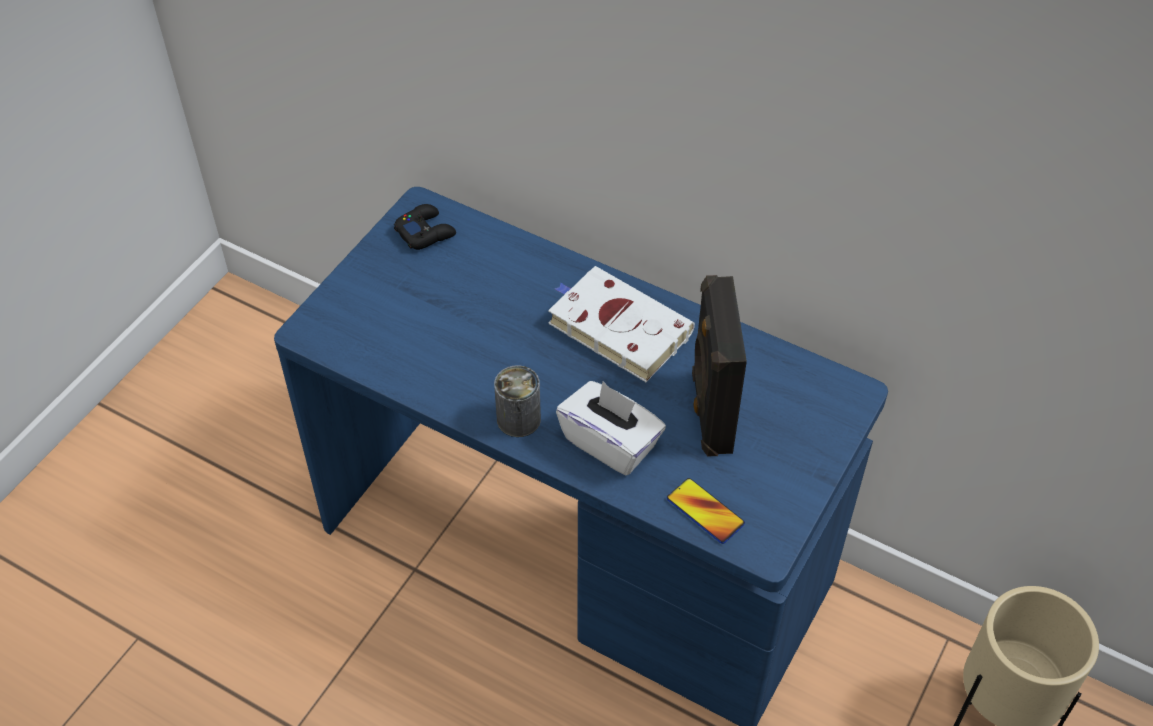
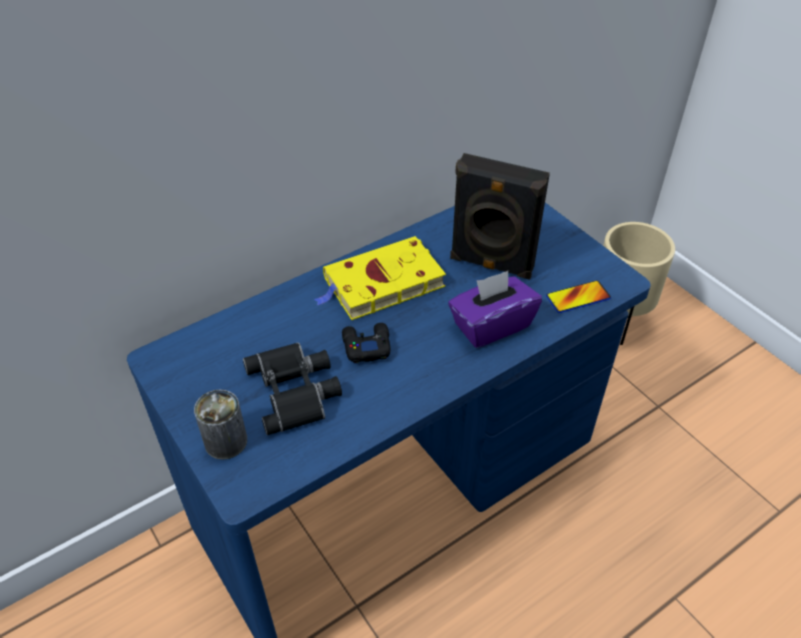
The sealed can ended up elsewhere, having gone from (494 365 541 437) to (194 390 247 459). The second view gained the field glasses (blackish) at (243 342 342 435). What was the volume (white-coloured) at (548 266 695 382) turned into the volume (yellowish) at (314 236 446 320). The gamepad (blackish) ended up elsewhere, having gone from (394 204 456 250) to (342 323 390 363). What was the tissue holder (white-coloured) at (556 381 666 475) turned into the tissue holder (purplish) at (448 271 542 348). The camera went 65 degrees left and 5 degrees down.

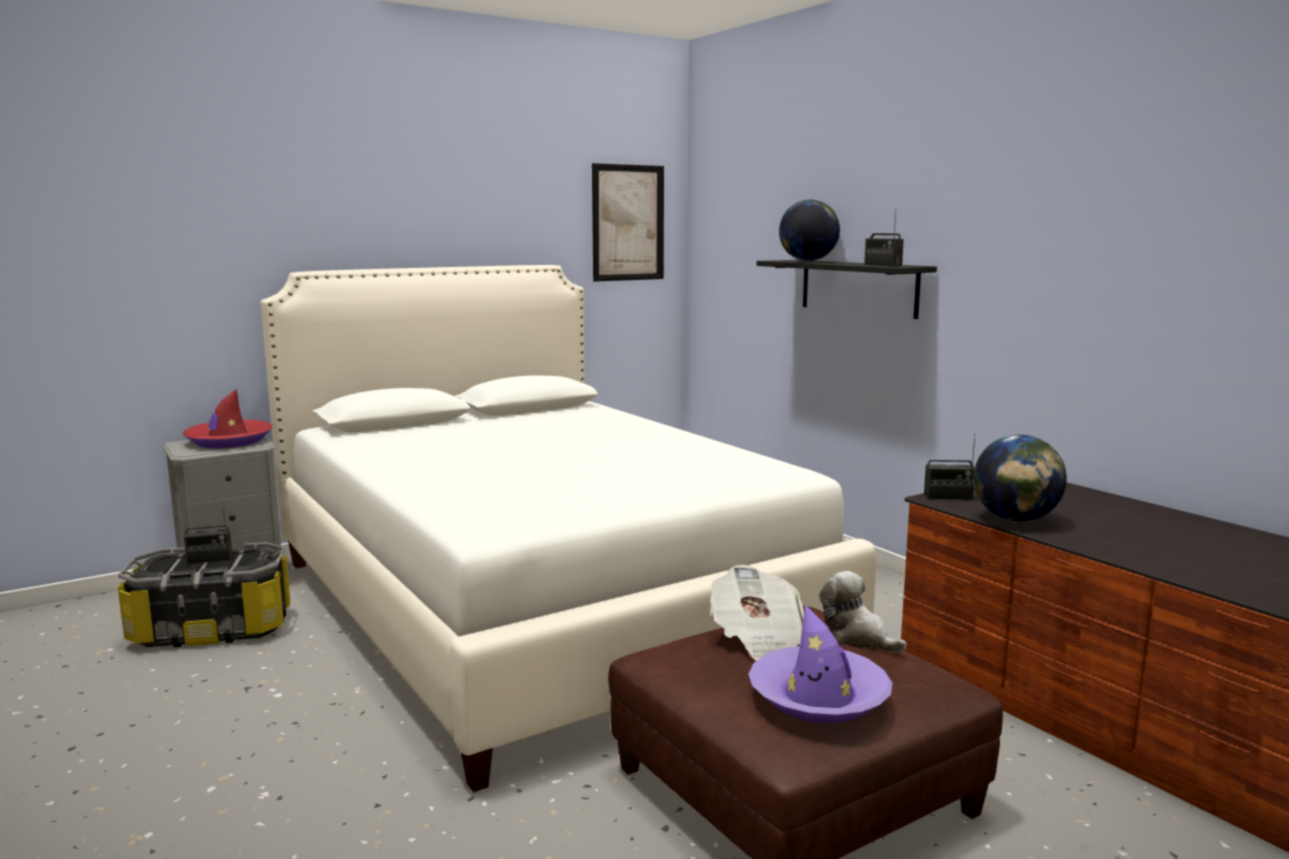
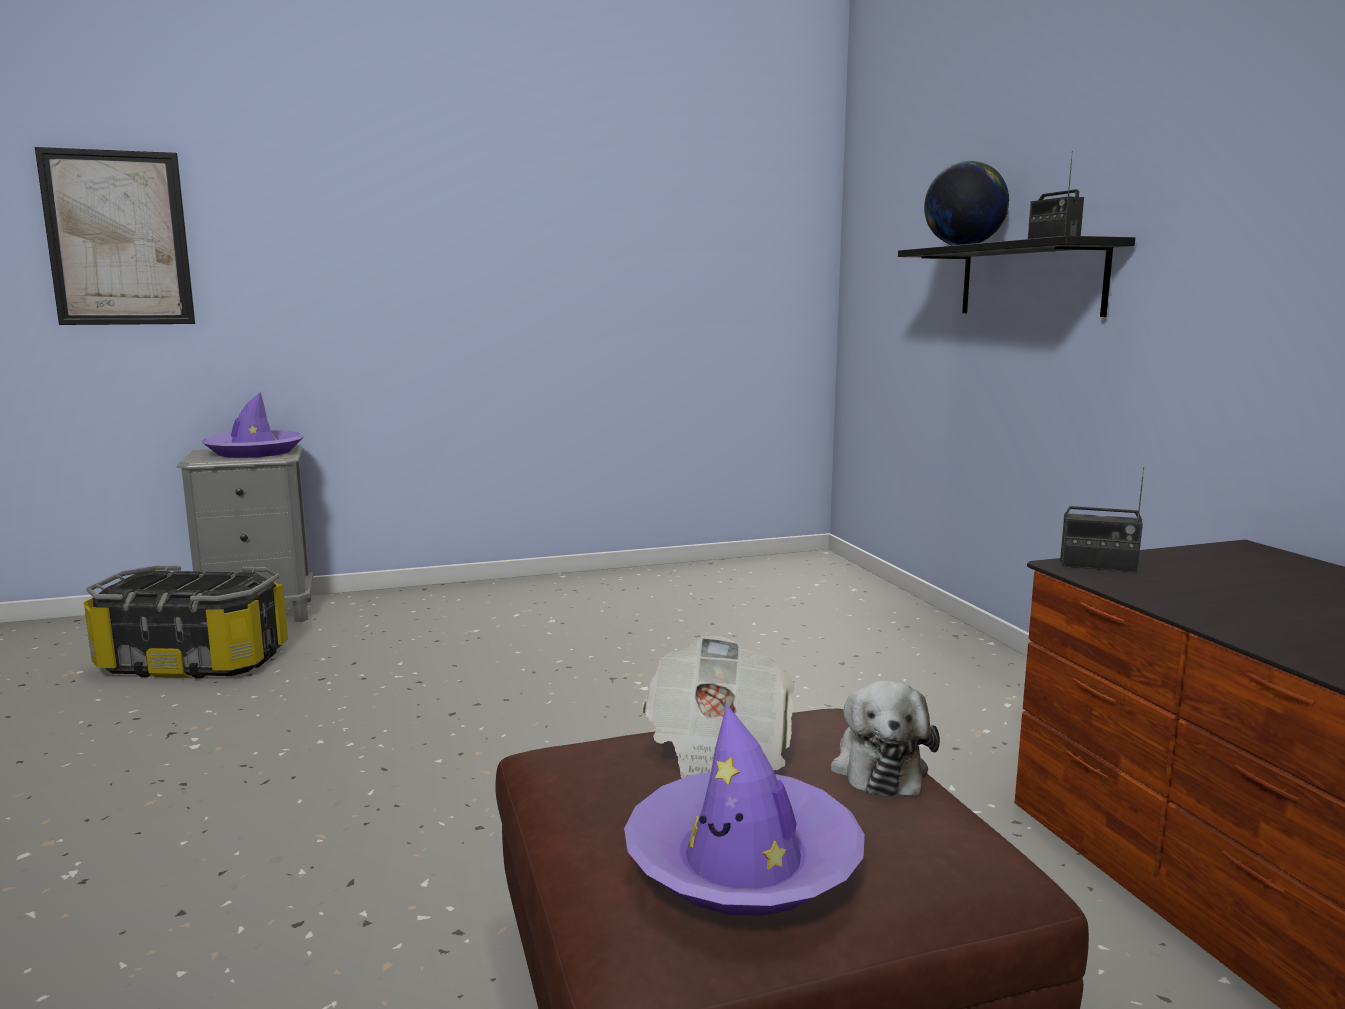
The wall art ended up elsewhere, having gone from (592 163 664 282) to (35 147 195 325). What was the clothing hat (red-coloured) at (183 389 273 448) turned into the clothing hat (purplish) at (202 392 304 458). The plush toy at (819 571 907 653) ended up facing another way, 150 degrees counterclockwise from before. The second view lost the radio at (184 502 232 564). The second view lost the bed (white-coloured) at (261 265 876 792). The second view lost the world globe at (973 435 1067 522). The camera went 15 degrees right and 0 degrees up.

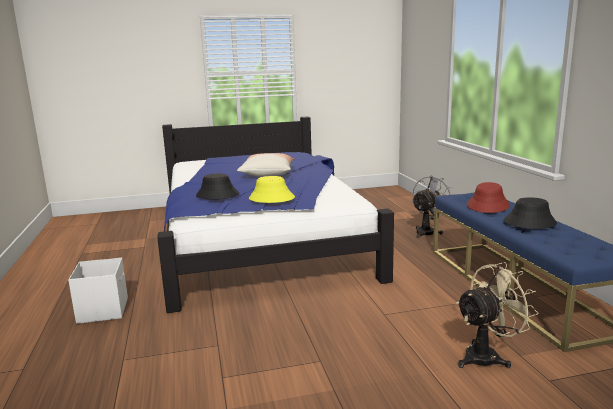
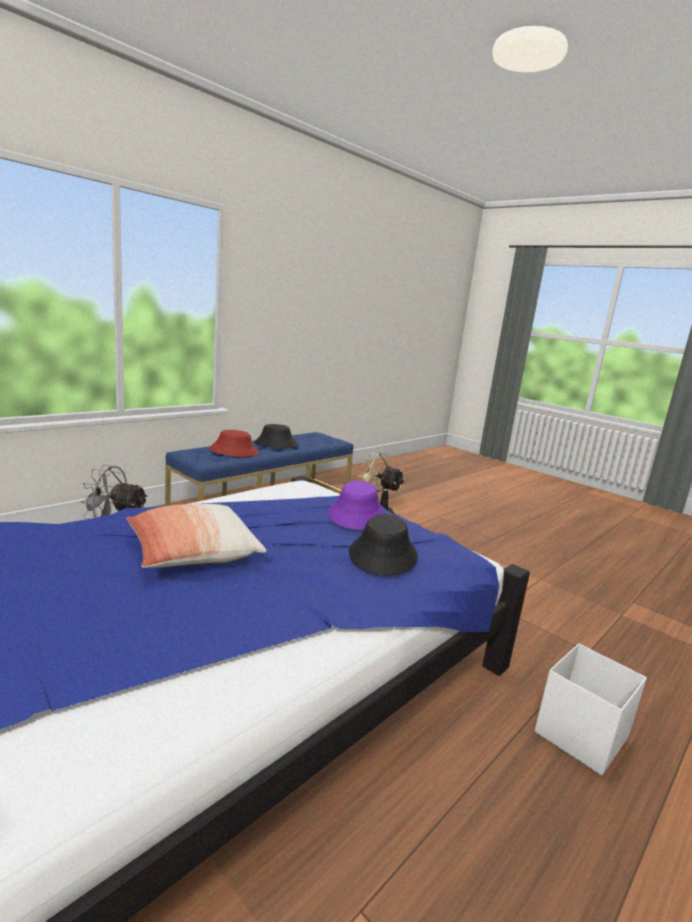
What was the clothing hat (yellowish) at (249 176 295 203) turned into the clothing hat (purplish) at (328 481 386 530). The camera went 125 degrees left and 0 degrees up.

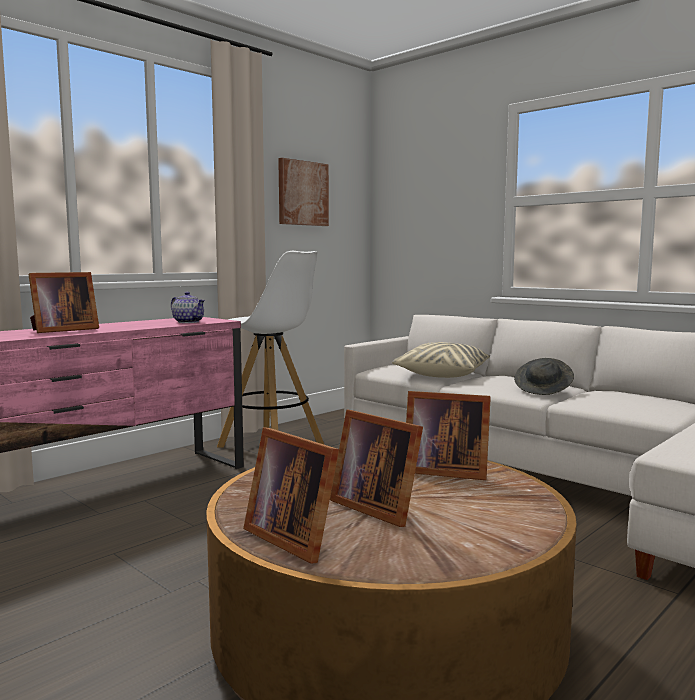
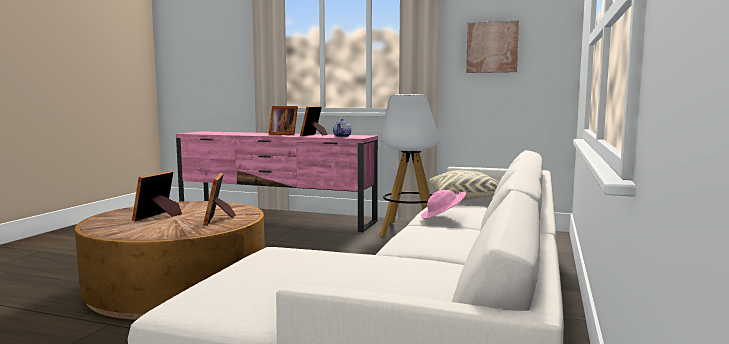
The picture frame ended up elsewhere, having gone from (243 427 339 564) to (300 106 328 136). What was the clothing hat (grey) at (514 358 574 395) turned into the clothing hat (pinkish) at (421 190 466 219). The camera went 65 degrees right and 0 degrees up.

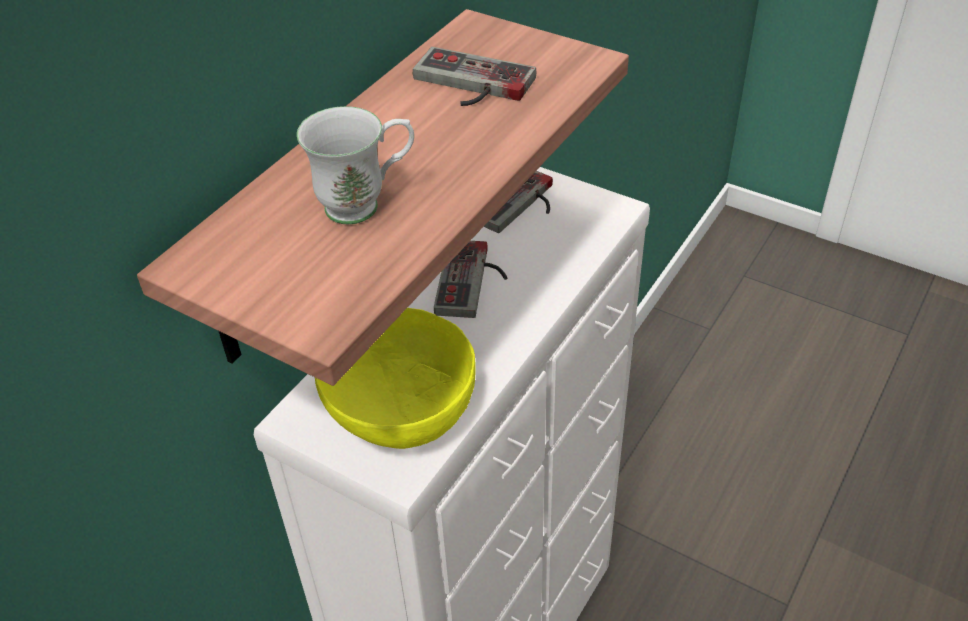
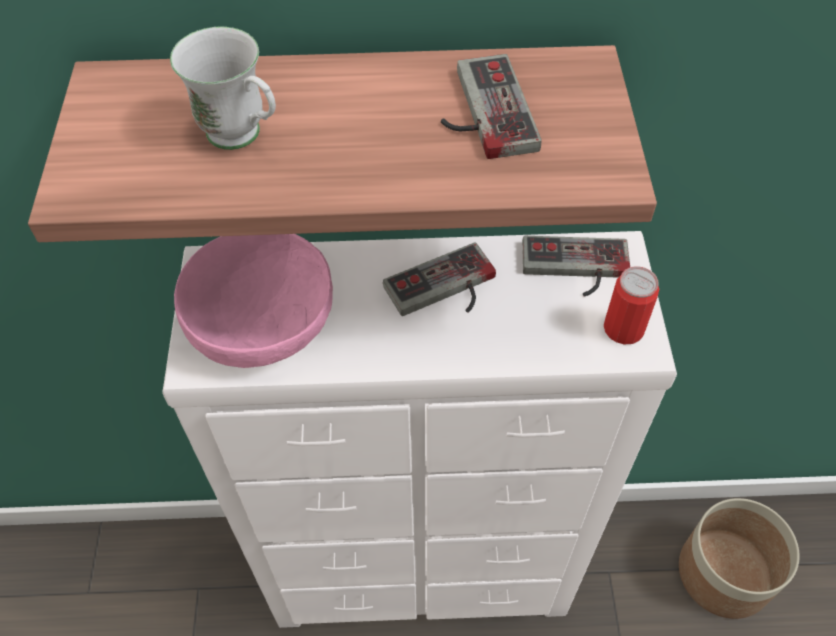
What was the bowl (yellowish) at (315 308 476 449) turned into the bowl (pinkish) at (174 234 333 368). The second view gained the sealed can at (604 266 659 345). The second view gained the flower pot at (679 498 799 619). The camera went 55 degrees right and 10 degrees up.

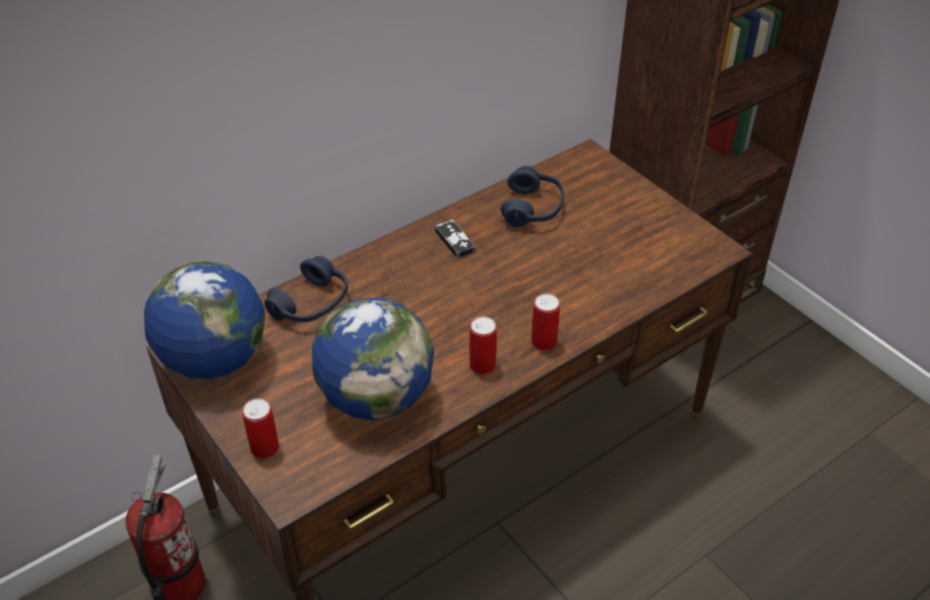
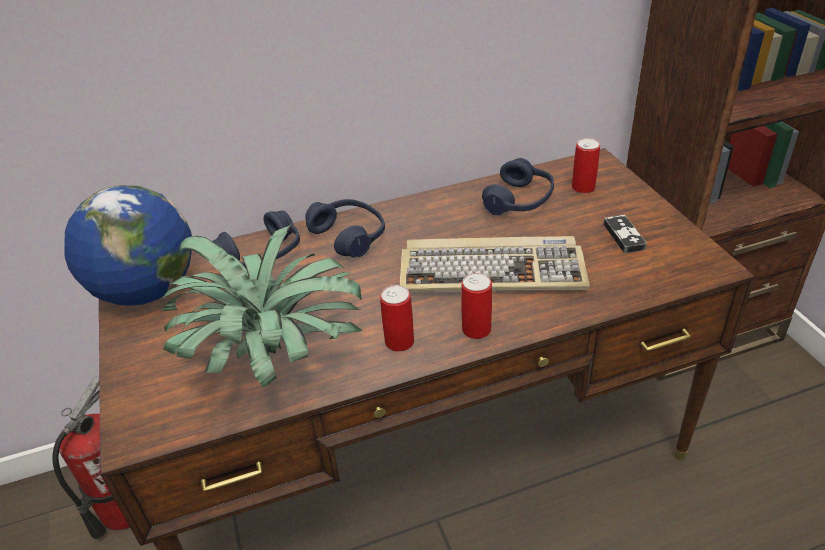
Where the world globe stood at (312 298 434 421), the potted plant came to stand at (162 225 363 387). The second view gained the headphones (blue-coloured) at (305 199 385 258). The second view gained the keyboard at (400 236 590 292). The sealed can ended up elsewhere, having gone from (242 398 279 459) to (572 138 600 193). The gamepad ended up elsewhere, having gone from (435 220 475 258) to (603 215 647 254). The camera went 20 degrees right and 5 degrees down.

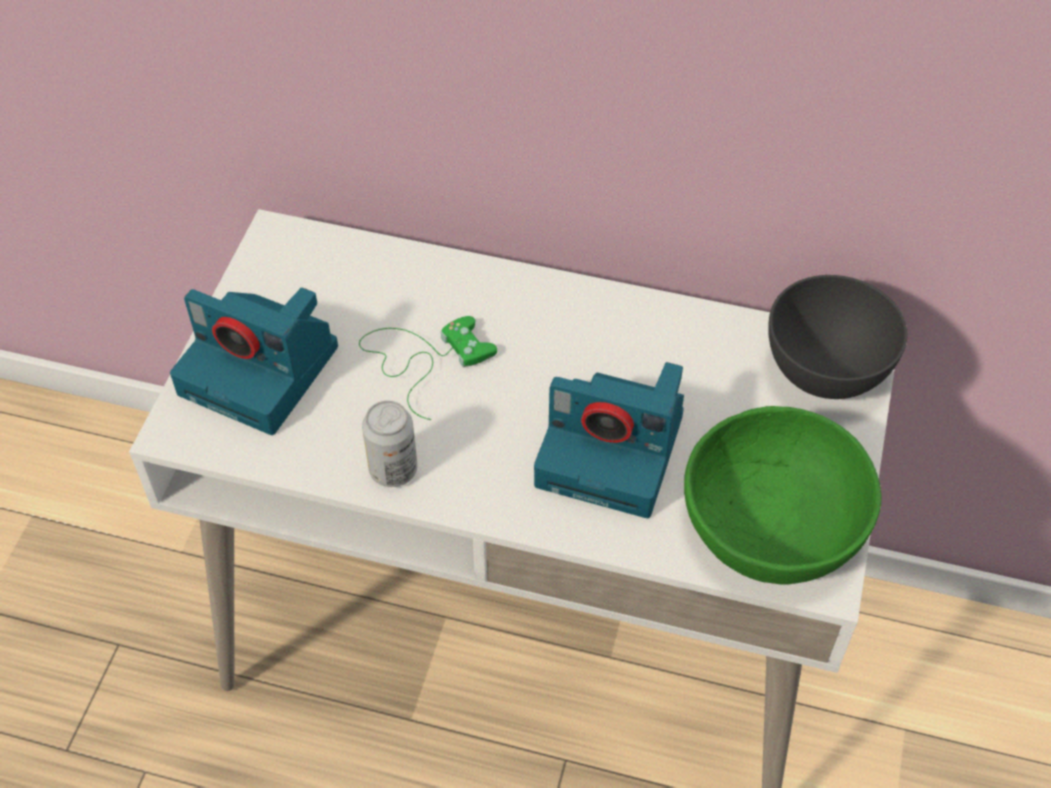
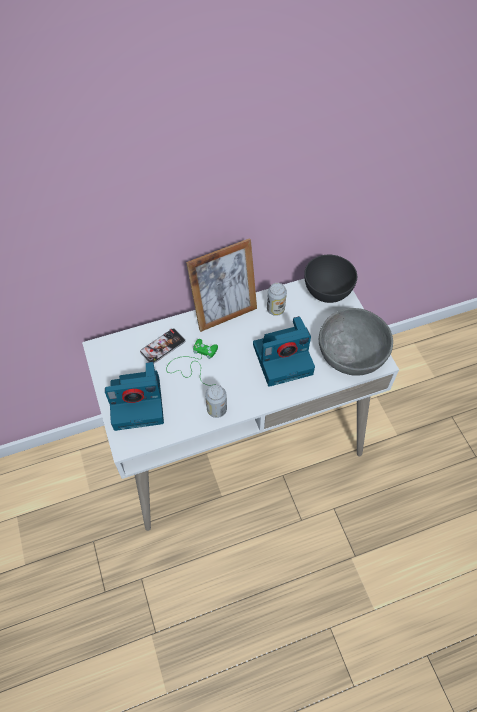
The second view gained the phone at (140 328 186 364). The second view gained the picture frame at (186 238 257 332). The second view gained the sealed can at (267 283 287 316). What was the bowl (green) at (684 406 881 585) turned into the bowl (grey) at (319 308 393 376). The camera went 35 degrees left and 5 degrees up.

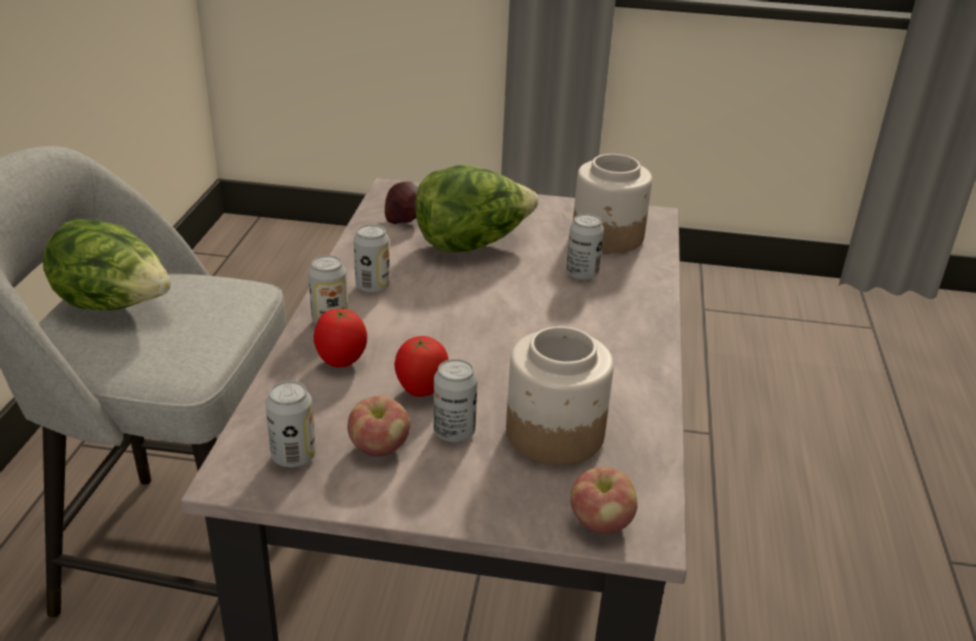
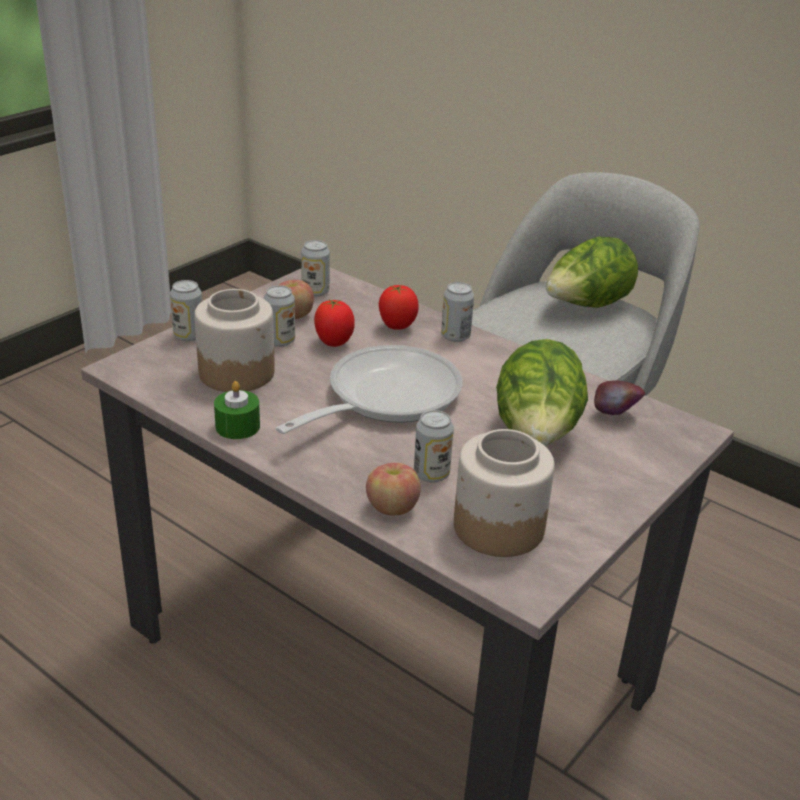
The sealed can ended up elsewhere, having gone from (354 224 390 293) to (170 280 202 341). The second view gained the wax light (green) at (214 381 260 439). The second view gained the pan at (276 345 463 434). The apple ended up elsewhere, having gone from (570 467 638 533) to (366 463 421 516). The camera went 120 degrees right and 0 degrees up.

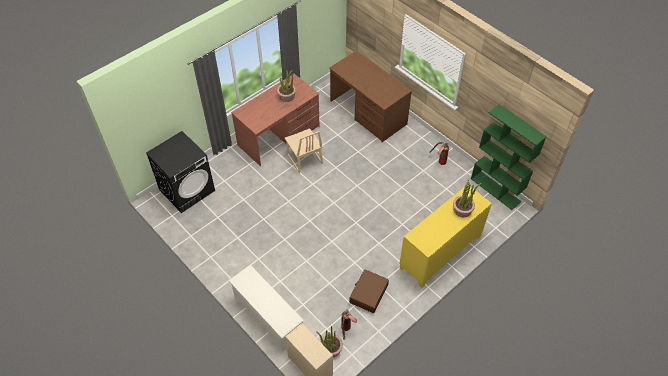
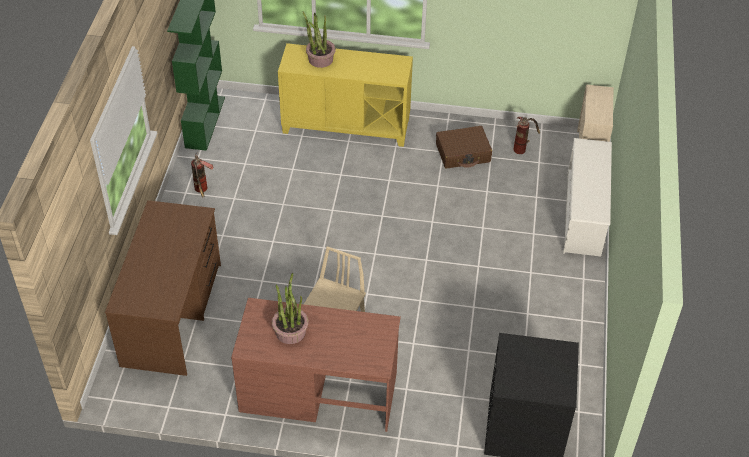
The second view lost the potted plant at (316 326 343 358). The camera went 130 degrees left and 5 degrees down.

